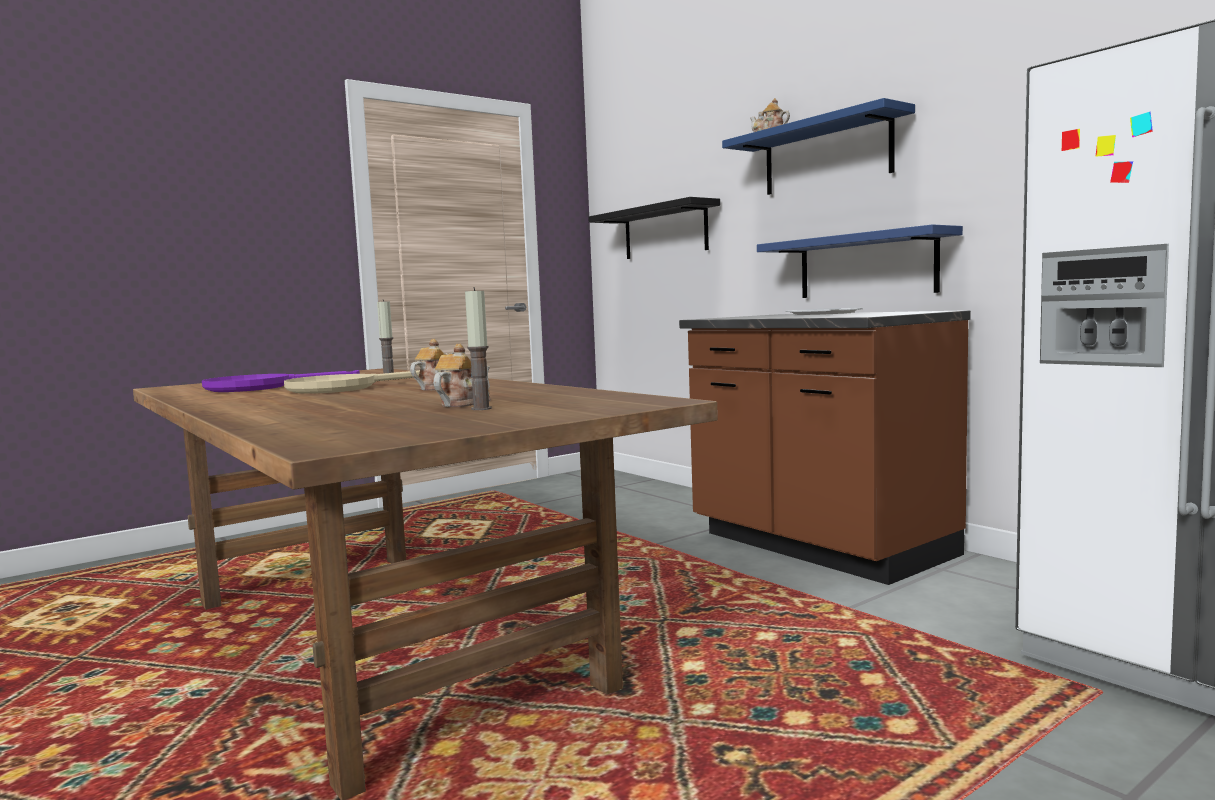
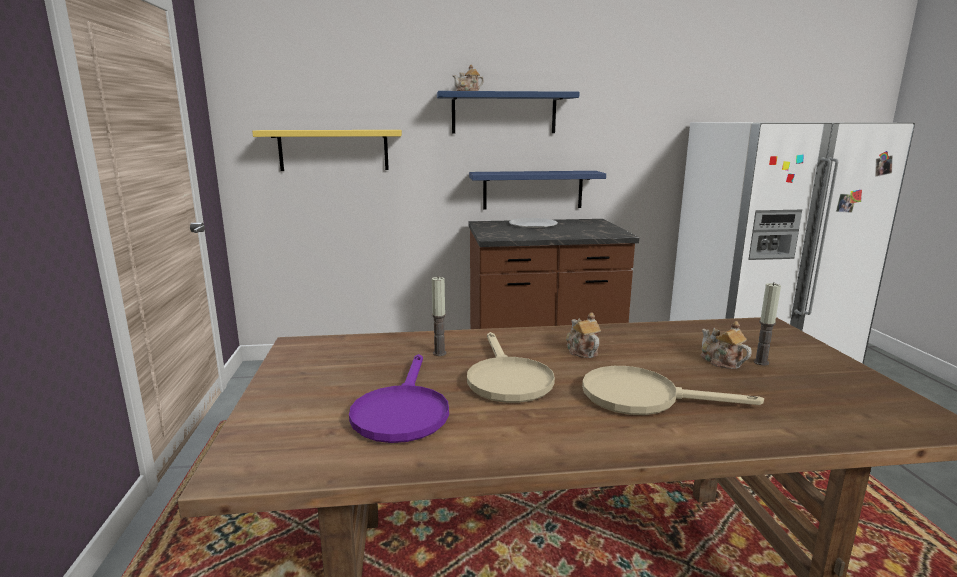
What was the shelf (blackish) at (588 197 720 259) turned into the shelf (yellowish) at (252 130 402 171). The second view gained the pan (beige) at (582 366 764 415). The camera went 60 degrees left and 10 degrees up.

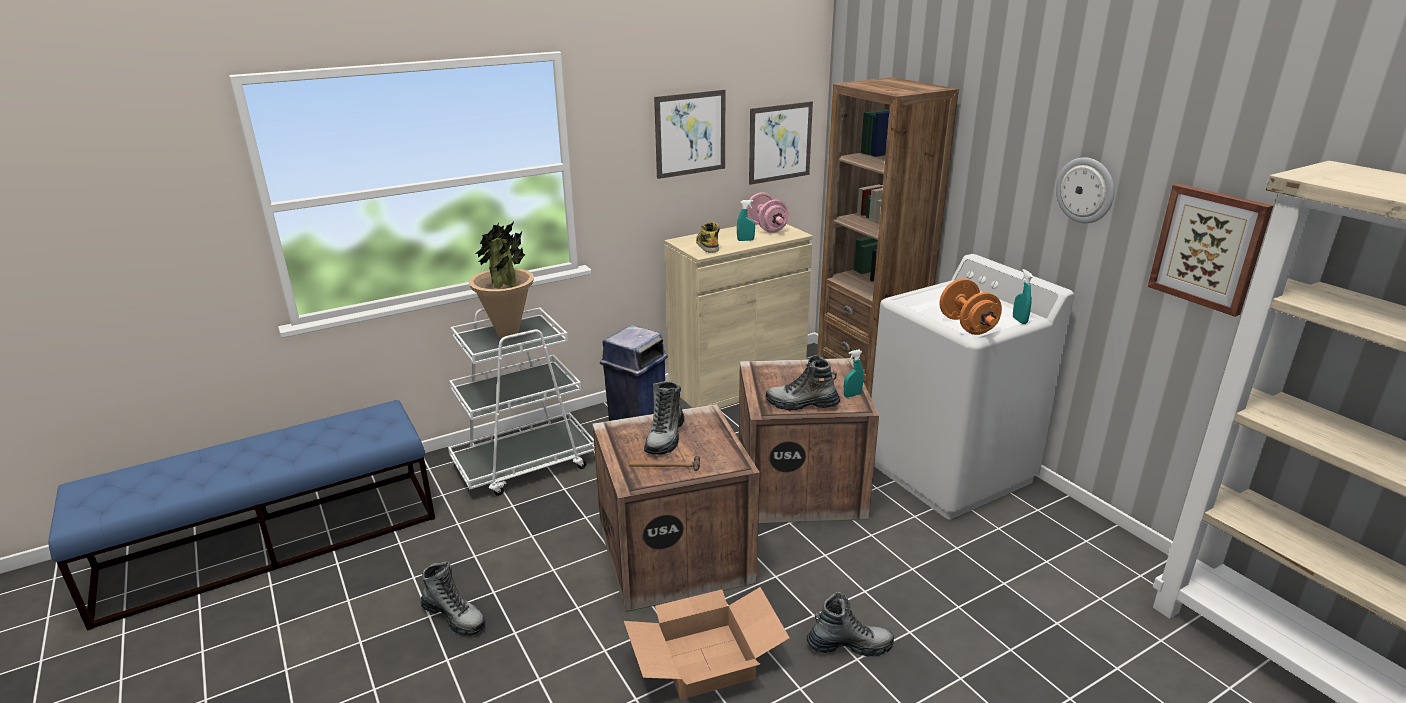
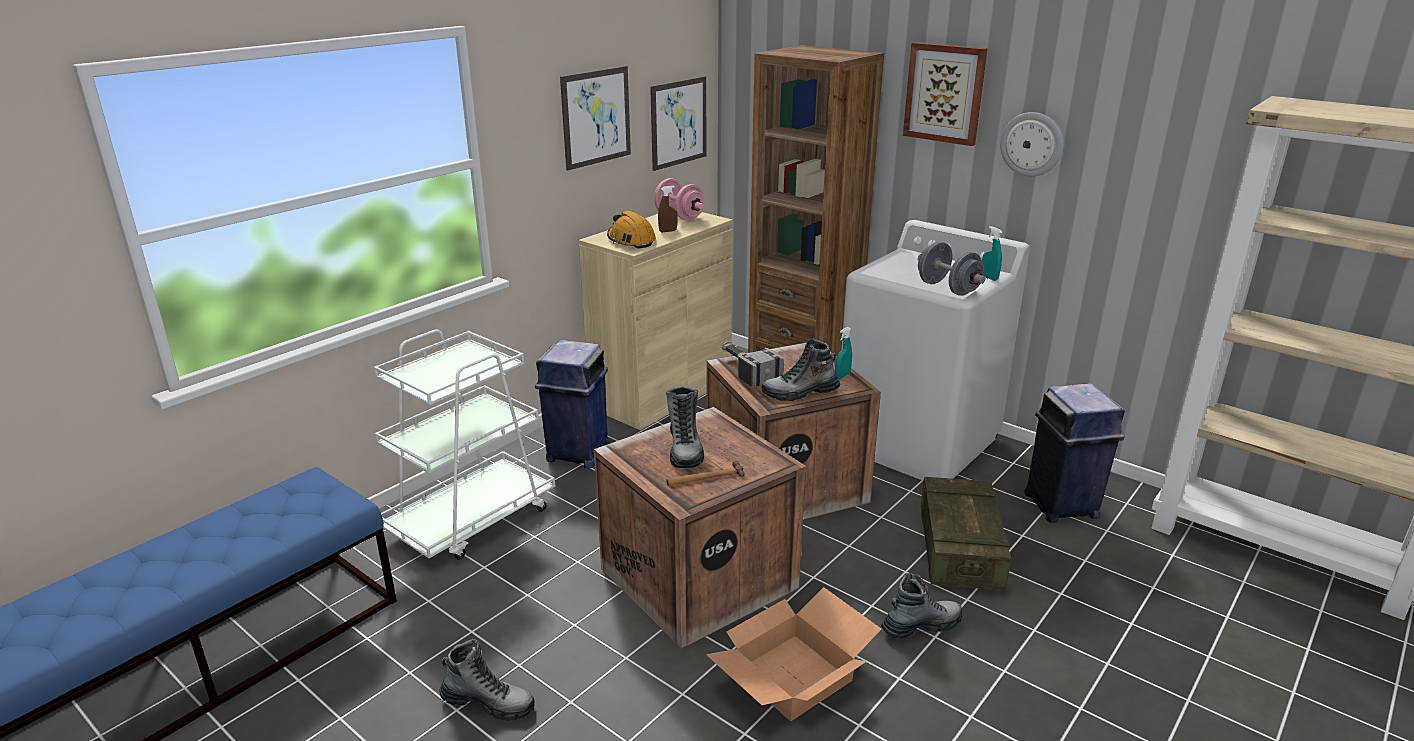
Where the high-top boot stood at (696 222 720 253), the hard hat (orangey) came to stand at (607 211 656 249). What was the spray bottle (turquoise) at (737 200 755 241) turned into the spray bottle (brown-coloured) at (658 186 678 232). The second view gained the tool hammer at (722 341 784 388). The wall art ended up elsewhere, having gone from (1148 184 1273 317) to (903 42 988 146). What was the free weight (orangey) at (939 278 1002 335) turned into the free weight (grey) at (918 241 985 296). The second view gained the shipping crate at (921 477 1011 591). The second view gained the waste bin (blue-coloured) at (1025 383 1125 523). The second view lost the potted plant at (468 220 534 338). The camera went 20 degrees left and 0 degrees up.

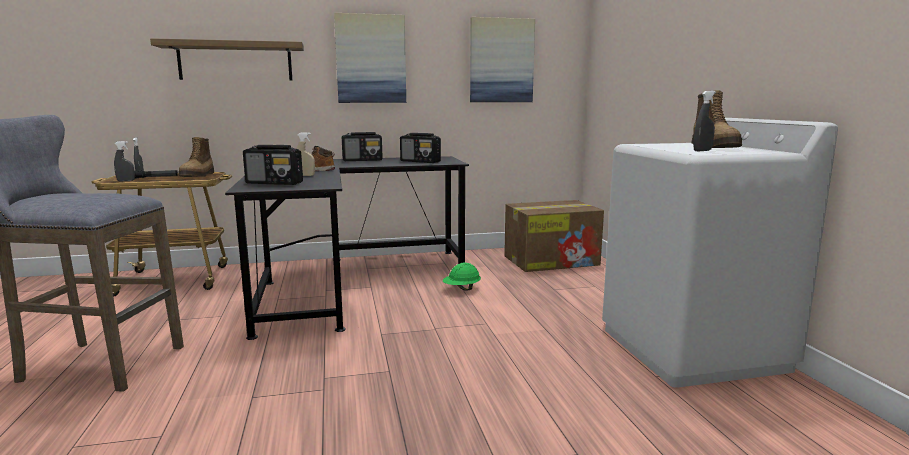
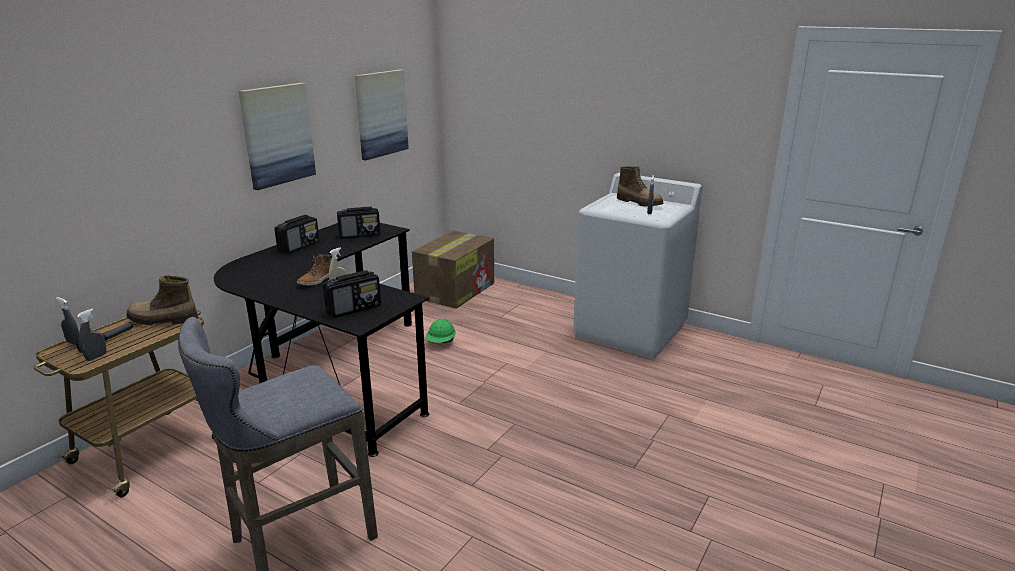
The high-top boot at (178 137 214 177) ended up facing another way, 135 degrees clockwise from before. The second view lost the shelf at (150 38 304 80). The camera went 45 degrees left and 10 degrees up.

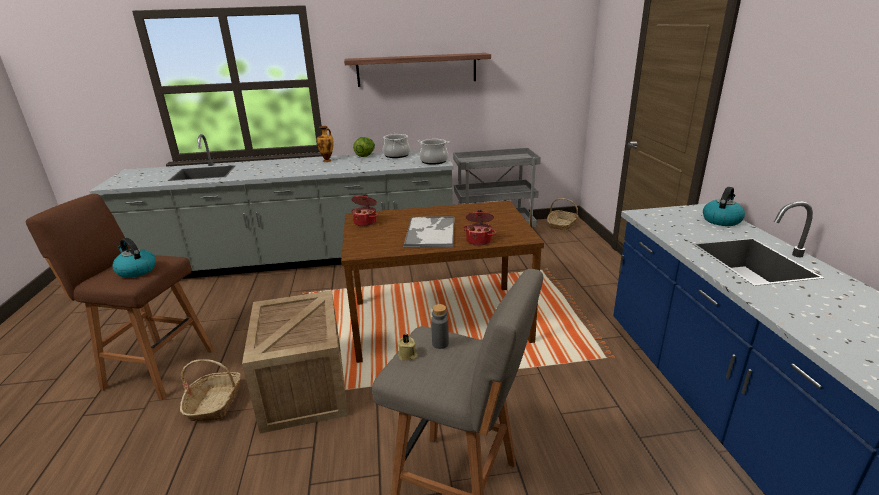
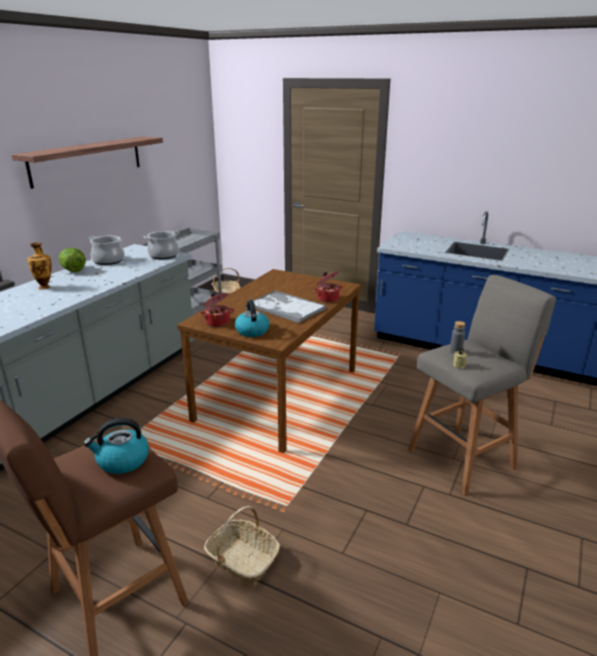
The kettle ended up elsewhere, having gone from (703 187 745 226) to (235 300 269 337). The second view lost the shipping crate at (242 290 348 434). The camera went 55 degrees left and 0 degrees up.

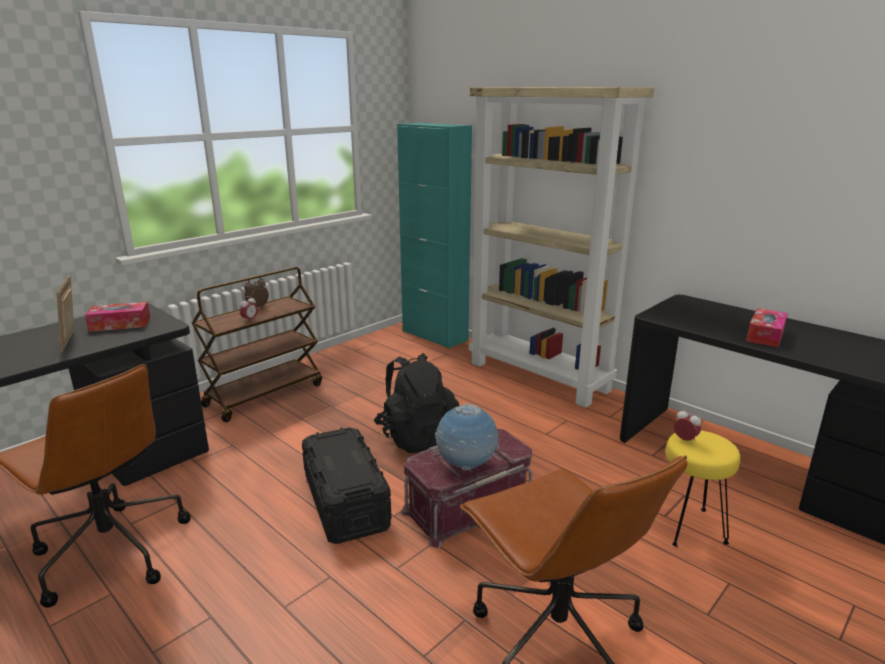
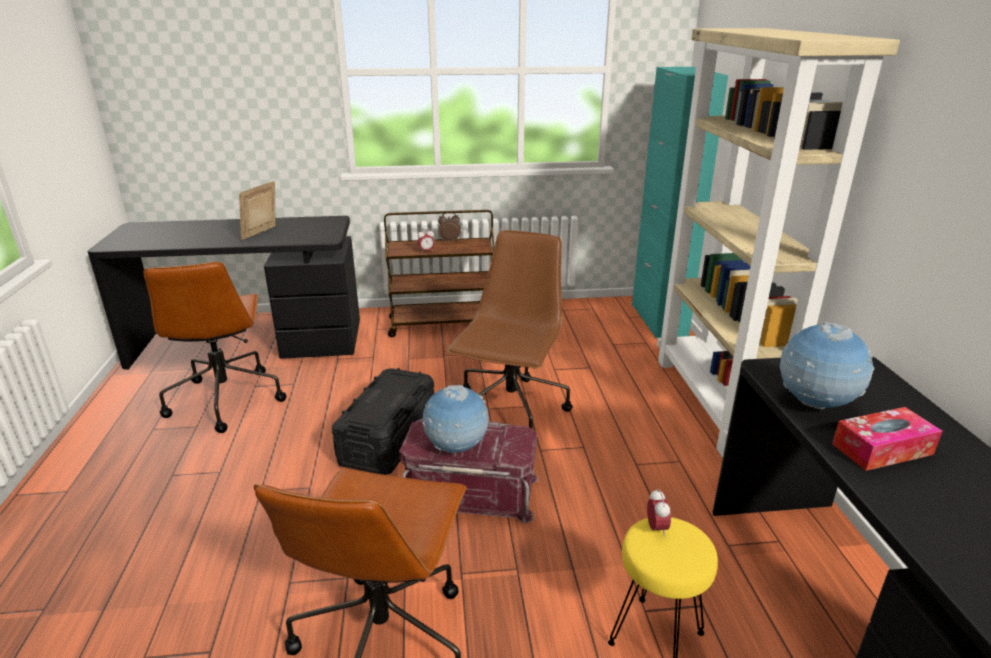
Where the knapsack (blackish) stood at (374 353 459 453), the computer chair (brown-coloured) came to stand at (447 230 573 429). The second view gained the world globe at (780 322 874 409). The second view lost the tissue holder at (85 302 150 332). The camera went 40 degrees right and 5 degrees up.

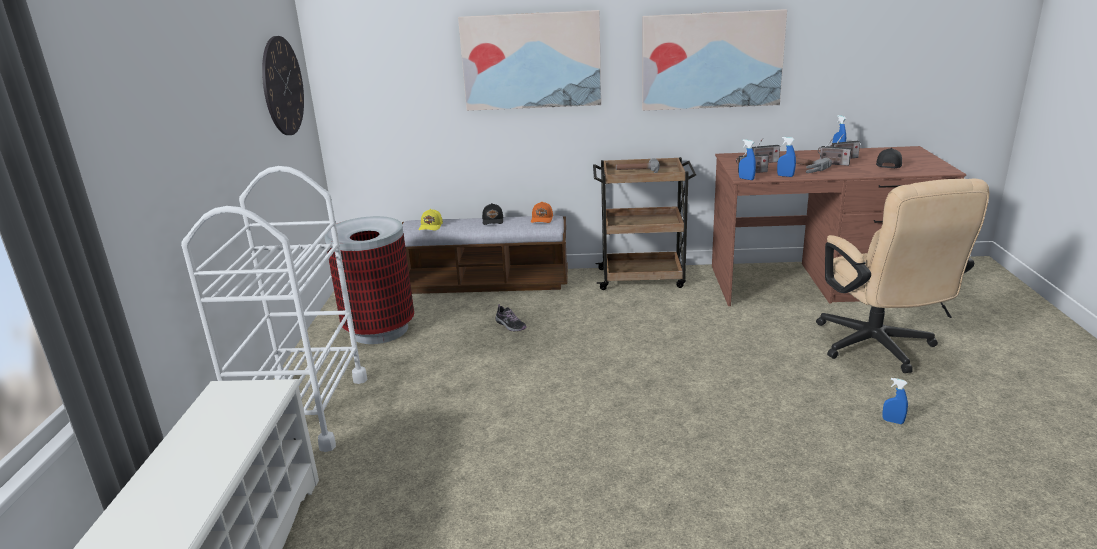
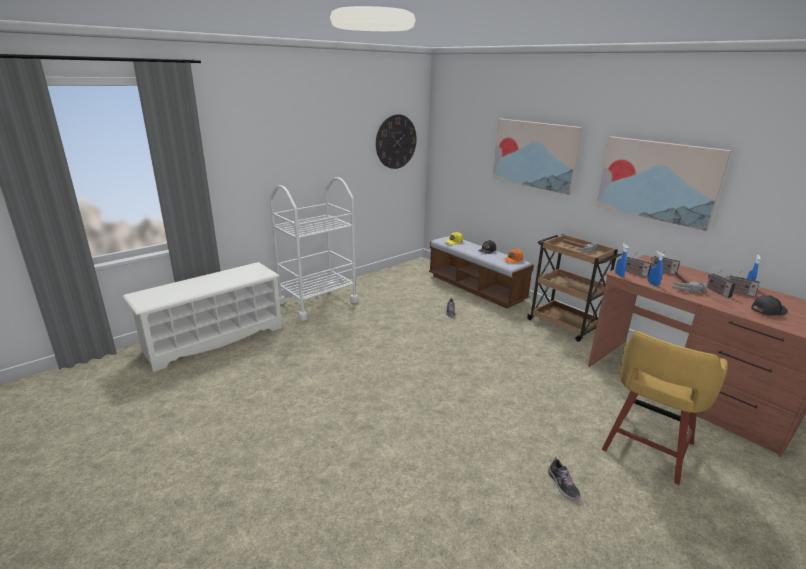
Where the spray bottle (blue-coloured) stood at (883 378 908 424), the shoe came to stand at (548 457 580 500). Where the computer chair (beige) stood at (816 178 989 373), the stool seat (yellowish) came to stand at (602 331 728 485). The second view lost the waste bin at (324 216 414 344). The camera went 45 degrees right and 0 degrees up.

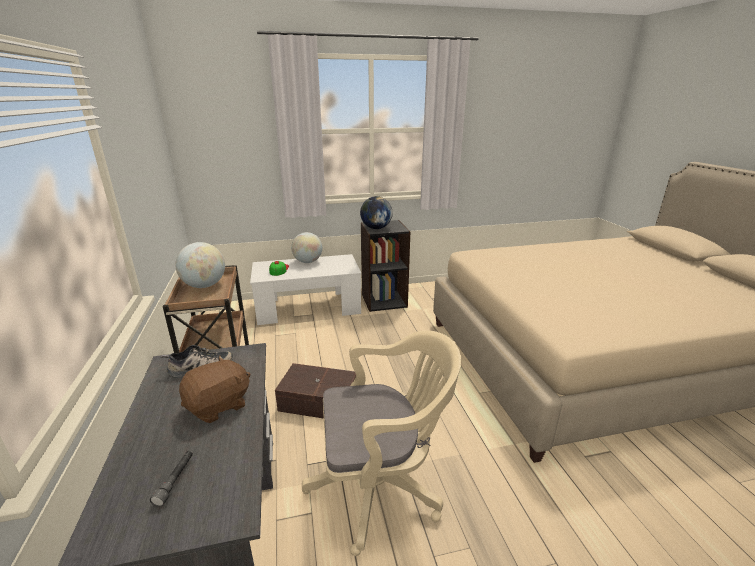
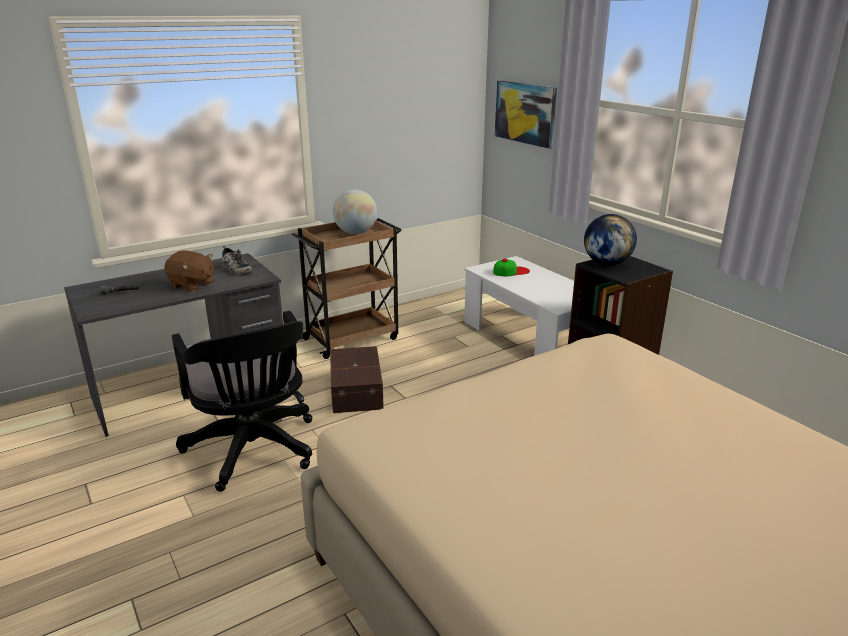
What was the computer chair (beige) at (302 330 461 556) turned into the computer chair (blackish) at (172 311 312 492). The second view gained the wall art at (495 80 557 149). The second view lost the world globe at (291 232 322 263). The camera went 70 degrees right and 0 degrees up.

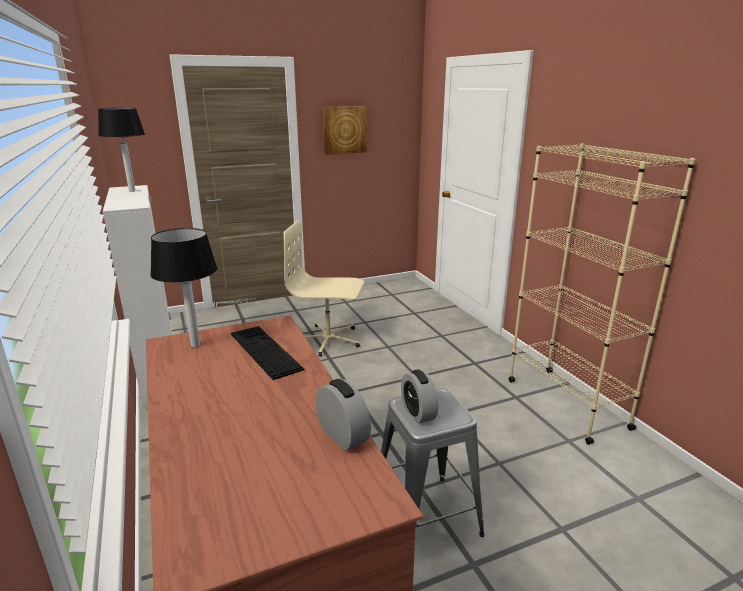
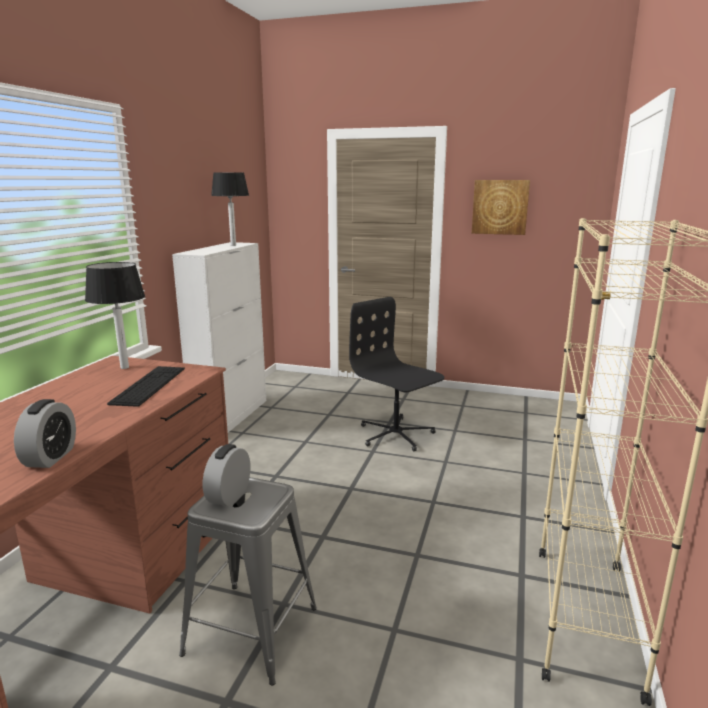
What was the computer chair (beige) at (283 220 364 356) turned into the computer chair (blackish) at (349 297 444 451). The camera went 40 degrees right and 5 degrees down.

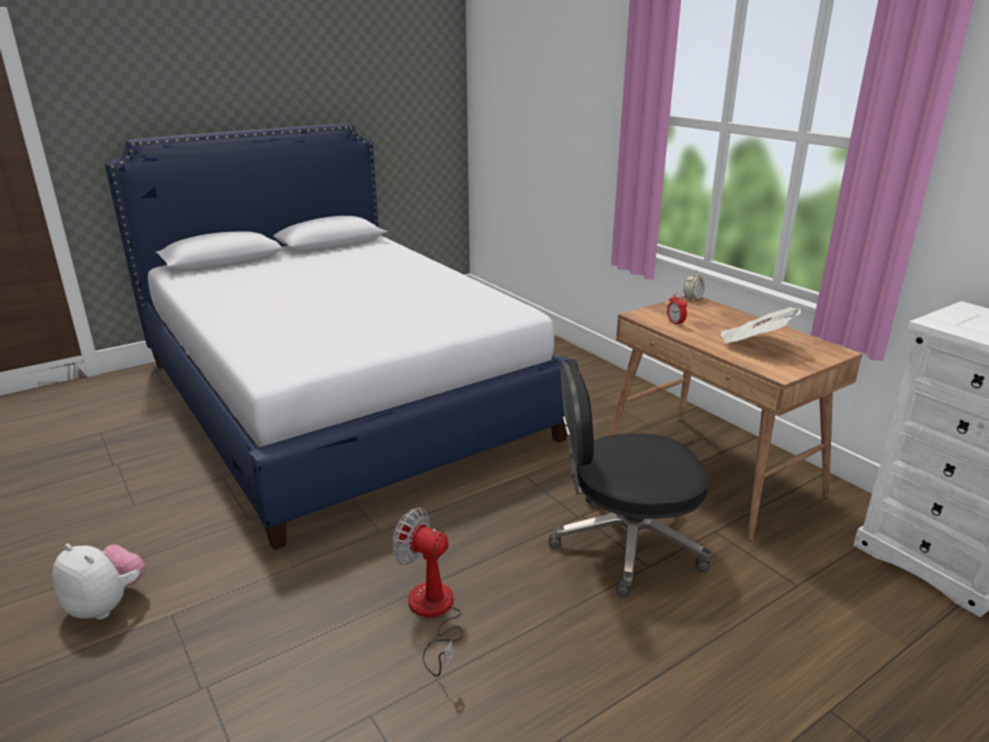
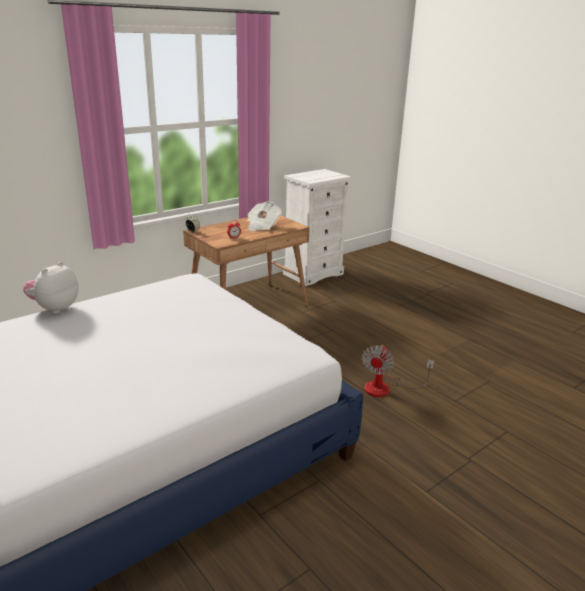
The plush toy ended up elsewhere, having gone from (52 544 146 620) to (23 262 79 314). The second view lost the computer chair (blackish) at (549 359 711 597). The camera went 95 degrees left and 0 degrees up.

